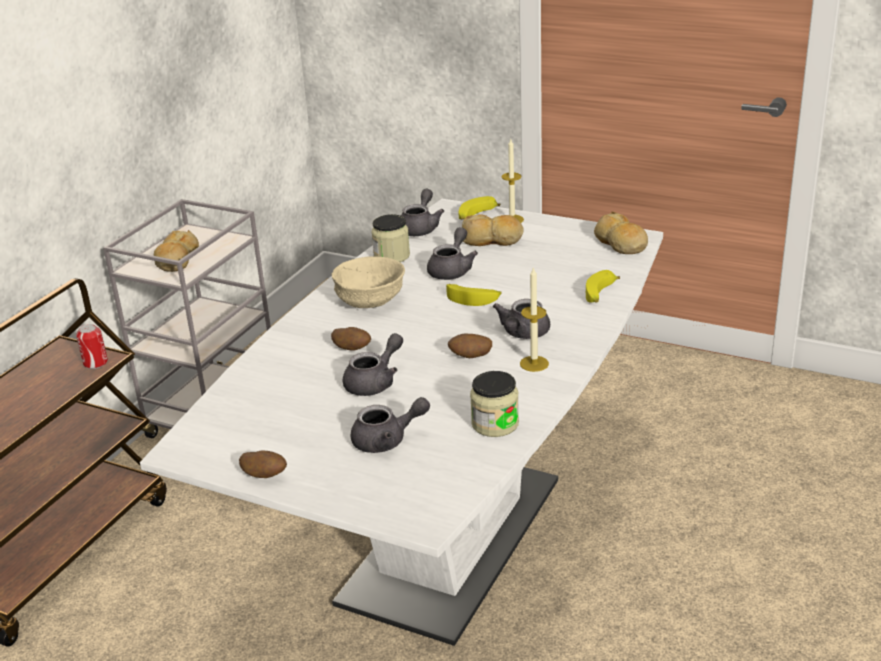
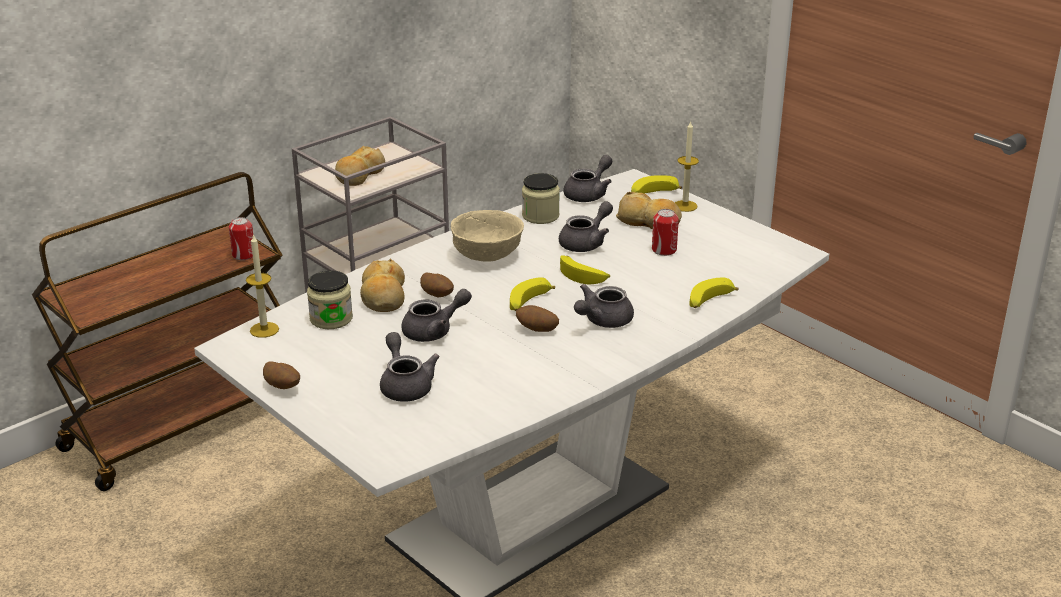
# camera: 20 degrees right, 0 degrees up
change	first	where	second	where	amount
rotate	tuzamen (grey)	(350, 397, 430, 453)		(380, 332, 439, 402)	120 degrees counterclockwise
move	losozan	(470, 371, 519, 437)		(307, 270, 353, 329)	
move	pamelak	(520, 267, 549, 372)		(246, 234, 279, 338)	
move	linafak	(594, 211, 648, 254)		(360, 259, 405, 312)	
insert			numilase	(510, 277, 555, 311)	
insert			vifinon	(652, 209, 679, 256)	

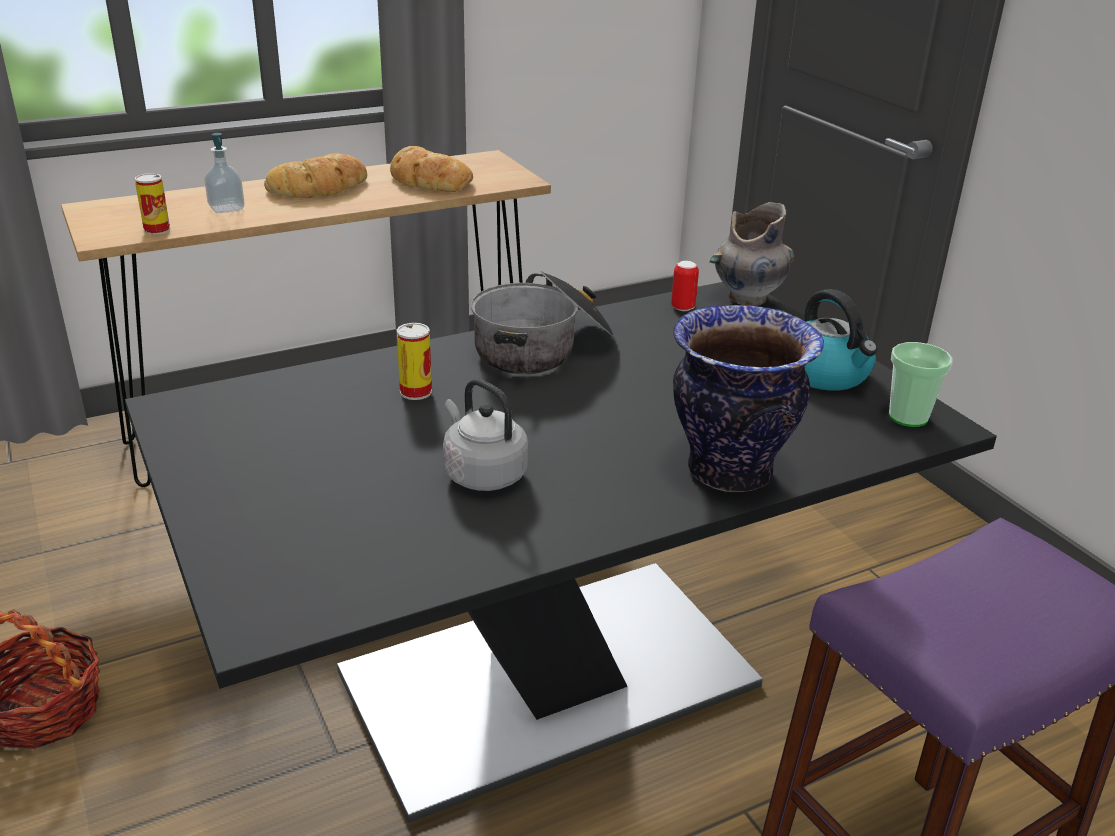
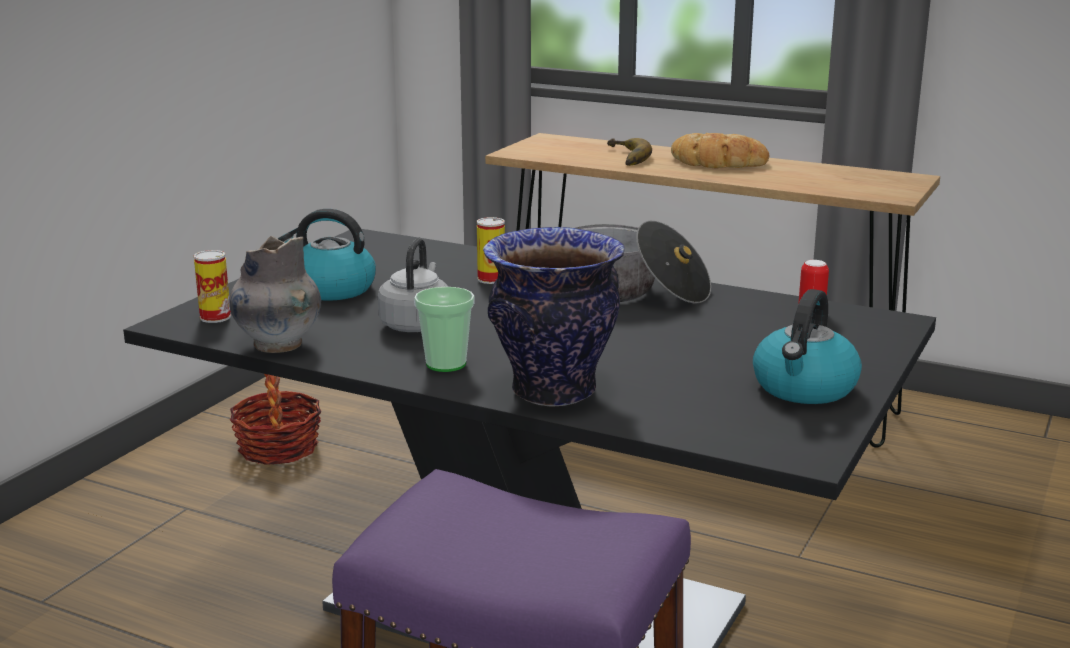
# camera: 55 degrees right, 10 degrees down
change	first	where	second	where	amount
move	vifinon	(134, 173, 170, 235)		(194, 250, 231, 323)	
replace	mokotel	(204, 133, 245, 213)	numilase	(607, 138, 652, 166)	
delete	linafak	(390, 146, 473, 192)			
move	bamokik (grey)	(708, 202, 794, 306)		(230, 236, 321, 353)	
move	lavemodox	(889, 342, 952, 427)		(414, 287, 475, 372)	
insert			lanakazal	(278, 209, 376, 301)	

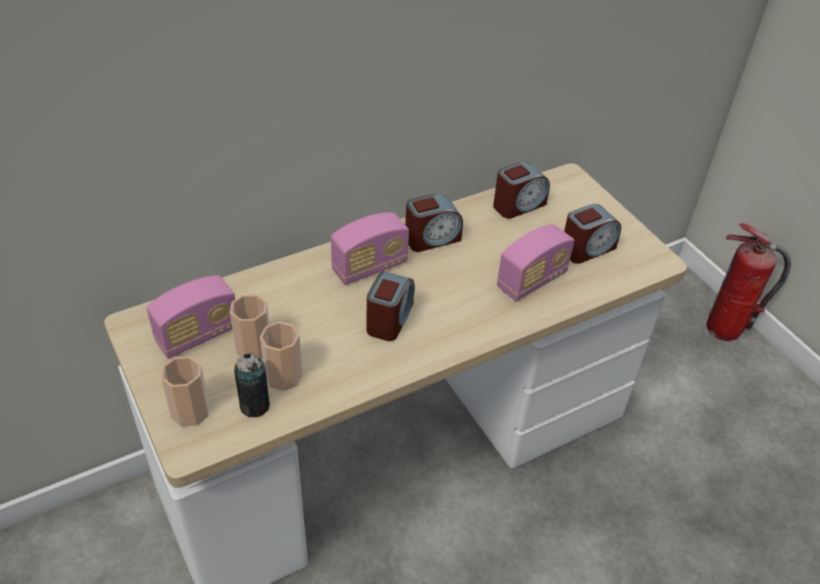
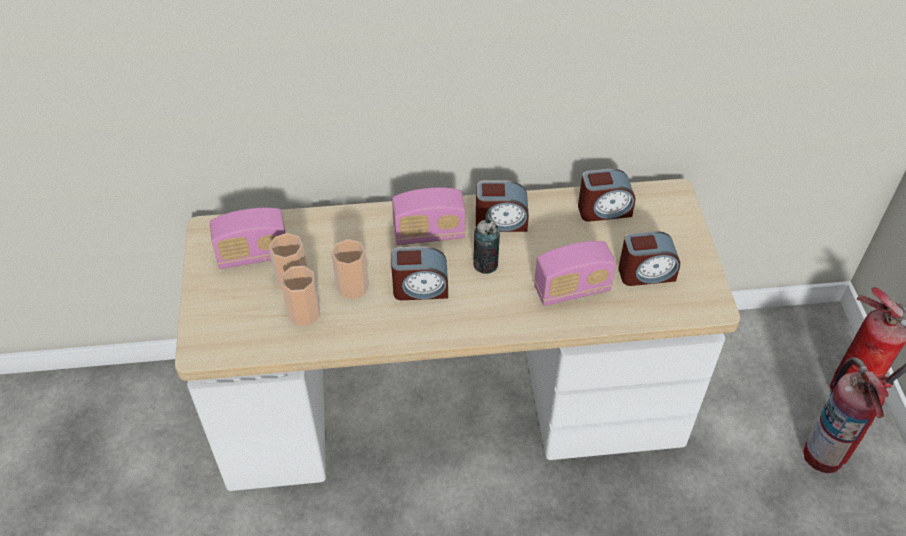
# camera: 25 degrees right, 5 degrees up
change	first	where	second	where	amount
move	lavemodox	(161, 356, 209, 427)		(331, 239, 369, 300)	
move	vifinon	(234, 353, 270, 417)		(473, 219, 500, 274)	
rotate	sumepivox	(367, 271, 415, 341)		(391, 246, 448, 300)	45 degrees clockwise
insert			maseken	(803, 357, 889, 473)	

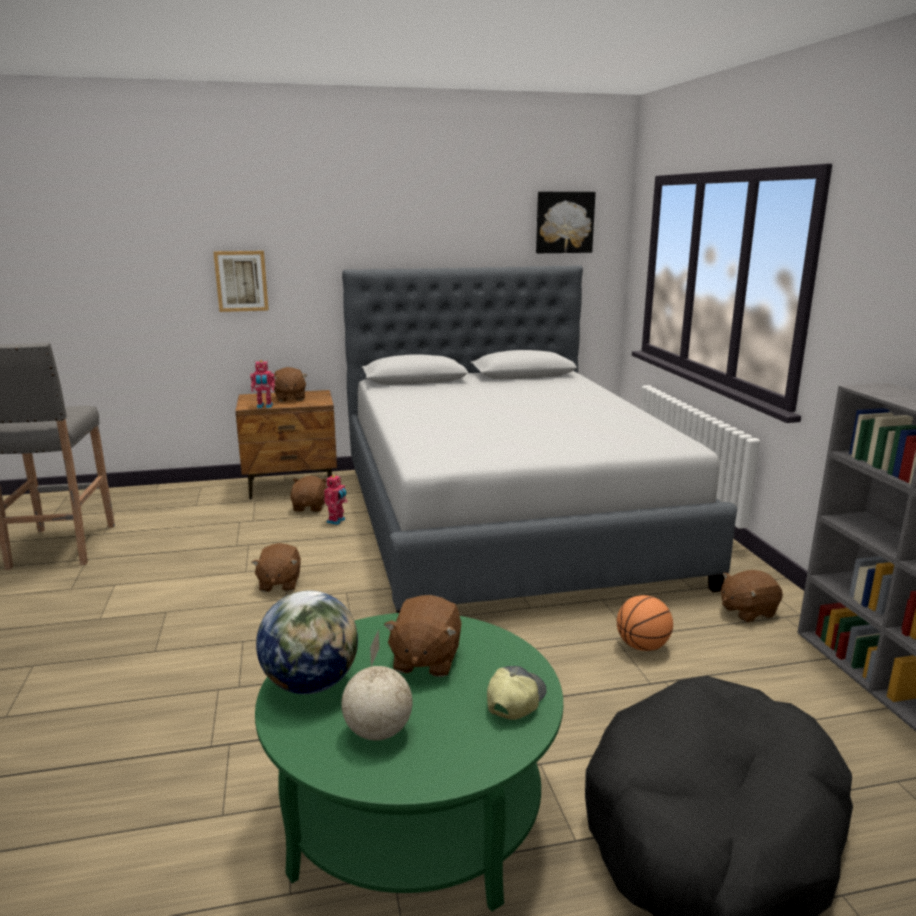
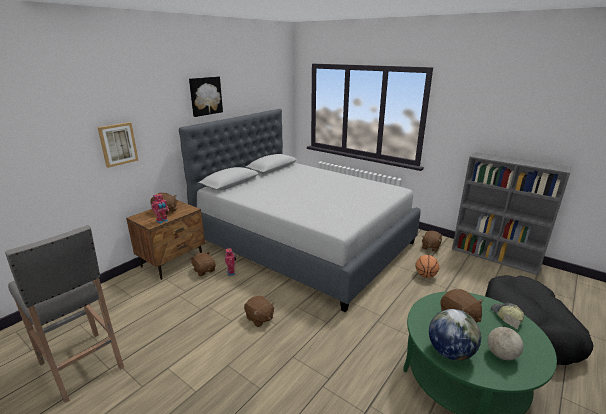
# camera: 40 degrees left, 5 degrees up
change	first	where	second	where	amount
move	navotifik	(536, 192, 596, 253)		(189, 76, 223, 117)	

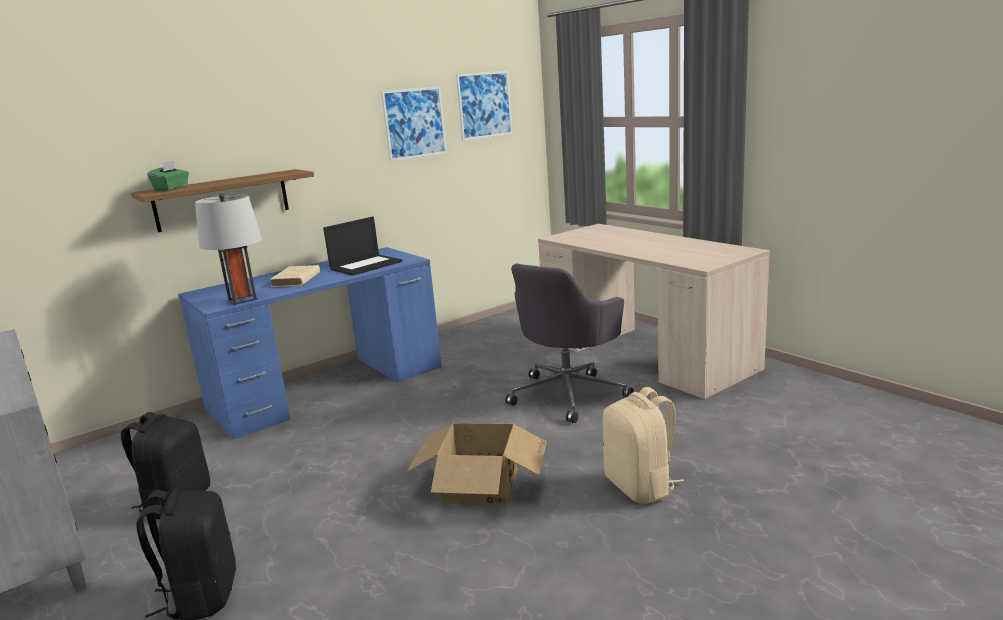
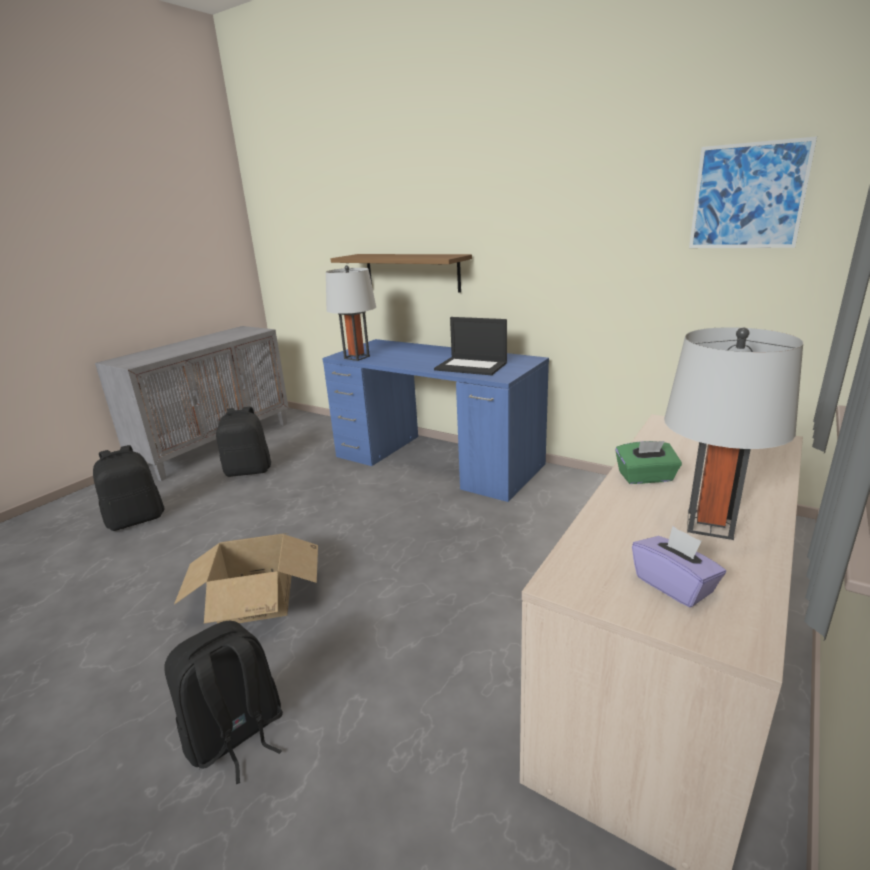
# camera: 70 degrees right, 5 degrees up
change	first	where	second	where	amount
move	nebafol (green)	(147, 160, 189, 191)		(615, 441, 682, 484)	
delete	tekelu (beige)	(269, 265, 320, 287)			
delete	navotifik	(381, 86, 447, 161)			
delete	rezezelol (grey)	(505, 264, 634, 423)			
recolor	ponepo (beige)	(603, 387, 684, 504)	ponepo (black)	(164, 621, 283, 784)	
insert			nebafol (purple)	(632, 526, 726, 608)	
insert			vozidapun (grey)	(664, 327, 803, 540)	

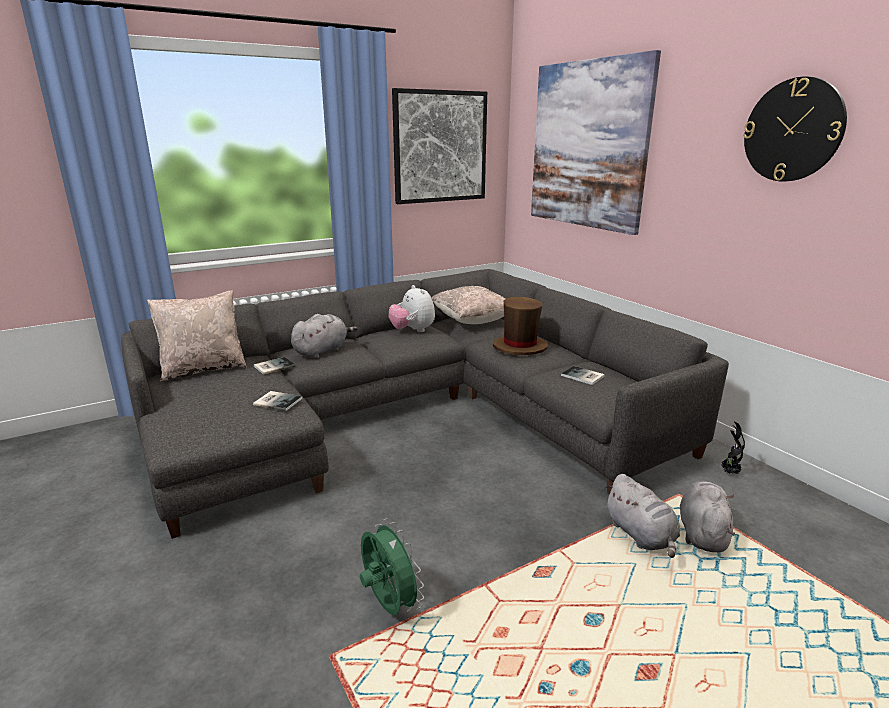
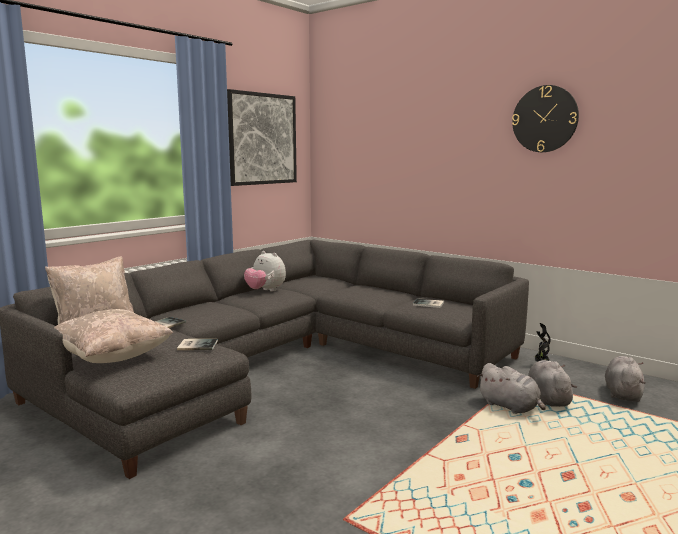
# camera: 20 degrees left, 10 degrees down
change	first	where	second	where	amount
move	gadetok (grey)	(291, 314, 357, 358)		(605, 356, 645, 402)	
delete	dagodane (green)	(360, 518, 424, 615)			
move	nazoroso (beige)	(431, 286, 506, 324)		(54, 309, 173, 363)	
delete	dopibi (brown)	(493, 297, 548, 355)			
delete	navotifik	(531, 50, 661, 235)			

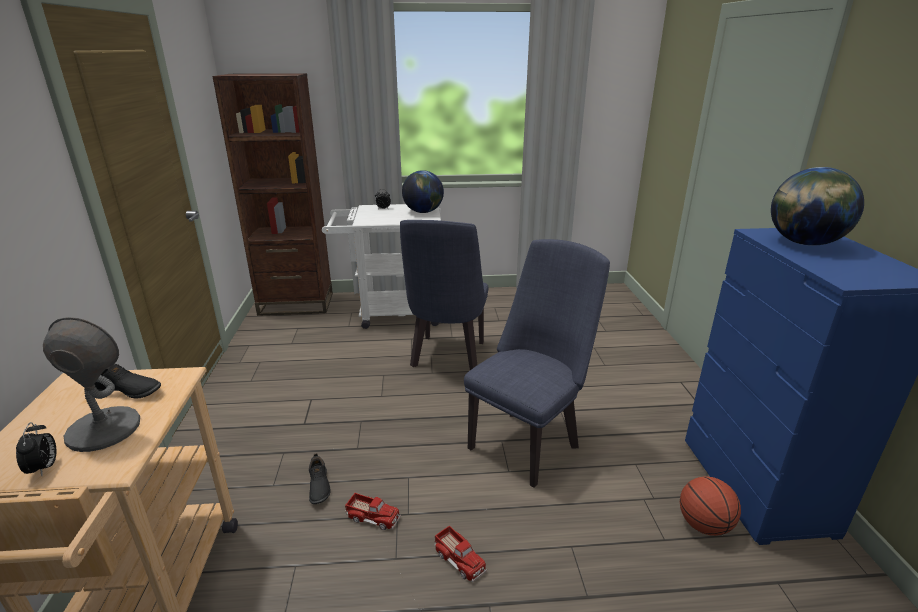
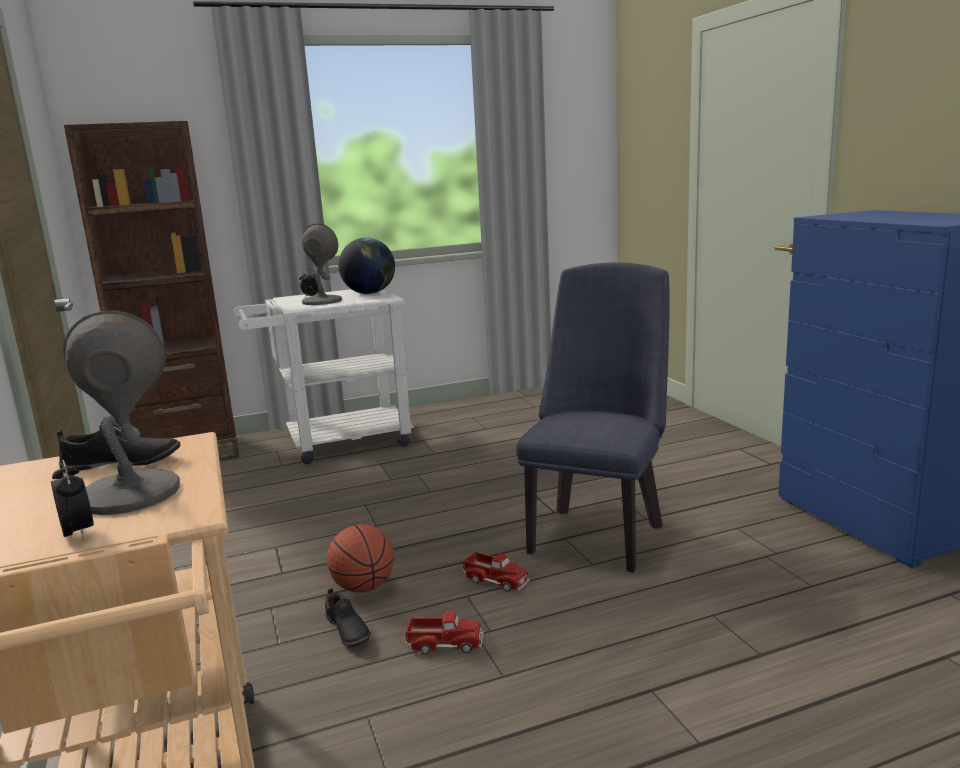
# camera: 15 degrees left, 10 degrees down
change	first	where	second	where	amount
delete	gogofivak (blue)	(400, 220, 488, 370)			
move	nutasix	(434, 525, 487, 582)		(463, 552, 530, 592)	
move	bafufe	(680, 476, 741, 536)		(327, 524, 394, 593)	
delete	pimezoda	(771, 167, 864, 246)			
insert			vozidapun (grey)	(302, 223, 342, 305)	

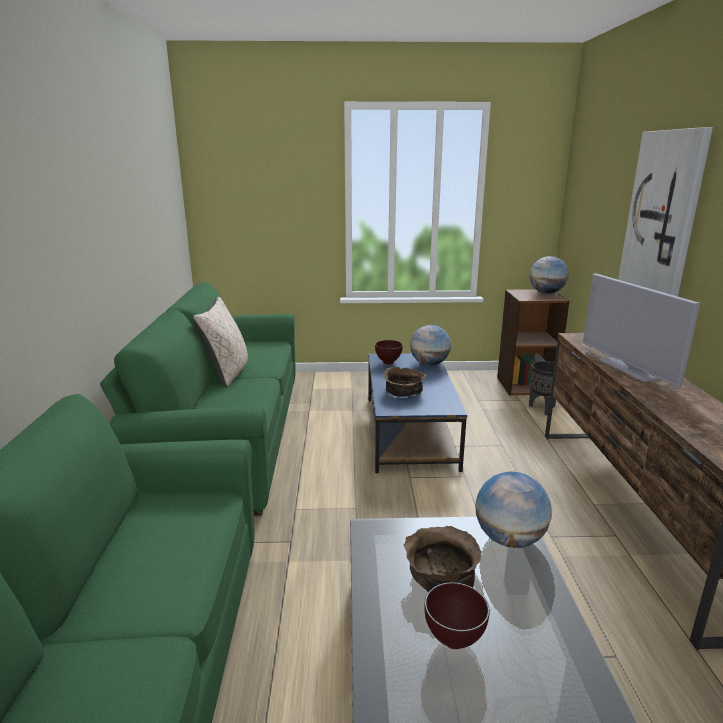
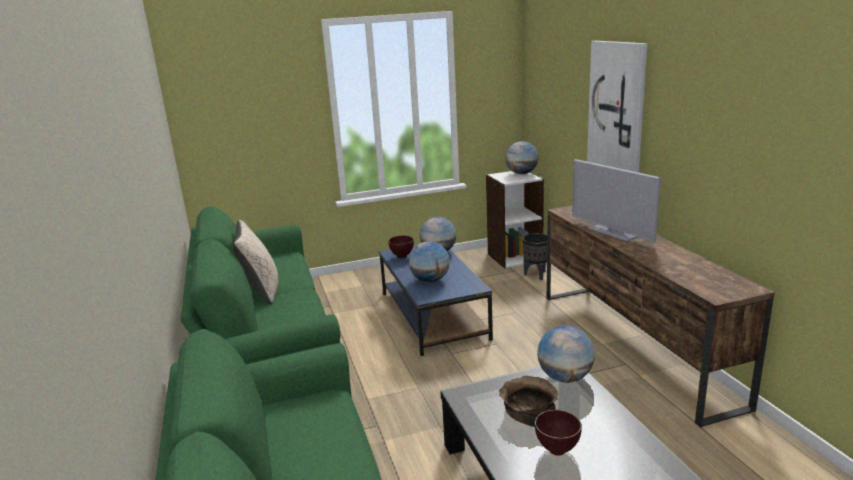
# camera: 15 degrees left, 0 degrees up
change	first	where	second	where	amount
replace	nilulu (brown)	(383, 367, 428, 397)	pimezoda	(409, 241, 450, 282)	
recolor	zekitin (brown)	(497, 289, 569, 395)	zekitin (white)	(486, 171, 544, 268)	

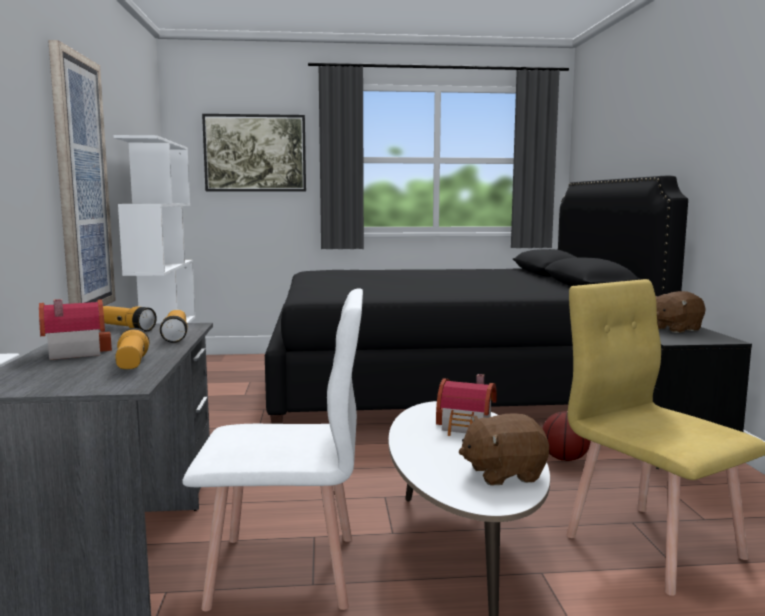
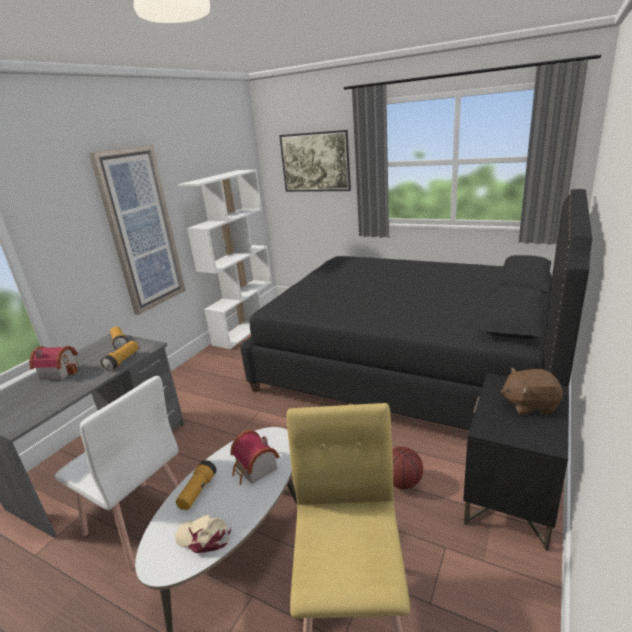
# camera: 35 degrees right, 15 degrees up
change	first	where	second	where	amount
move	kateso	(115, 328, 150, 369)		(176, 460, 217, 510)	
replace	gadetok (brown)	(459, 413, 549, 486)	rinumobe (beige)	(175, 515, 231, 553)	

